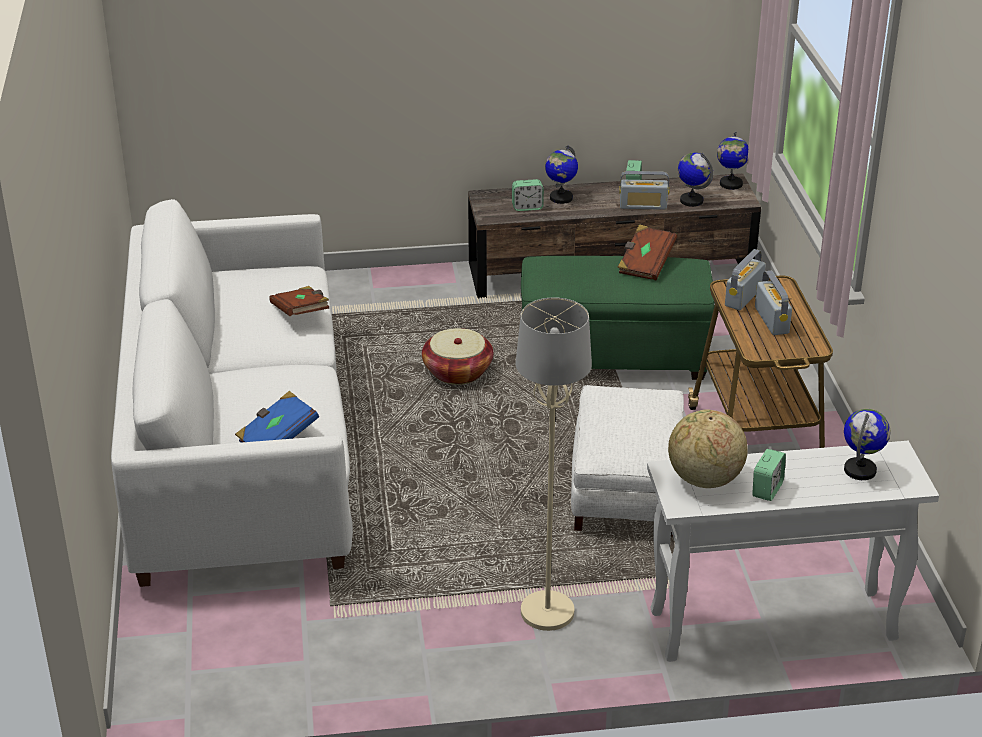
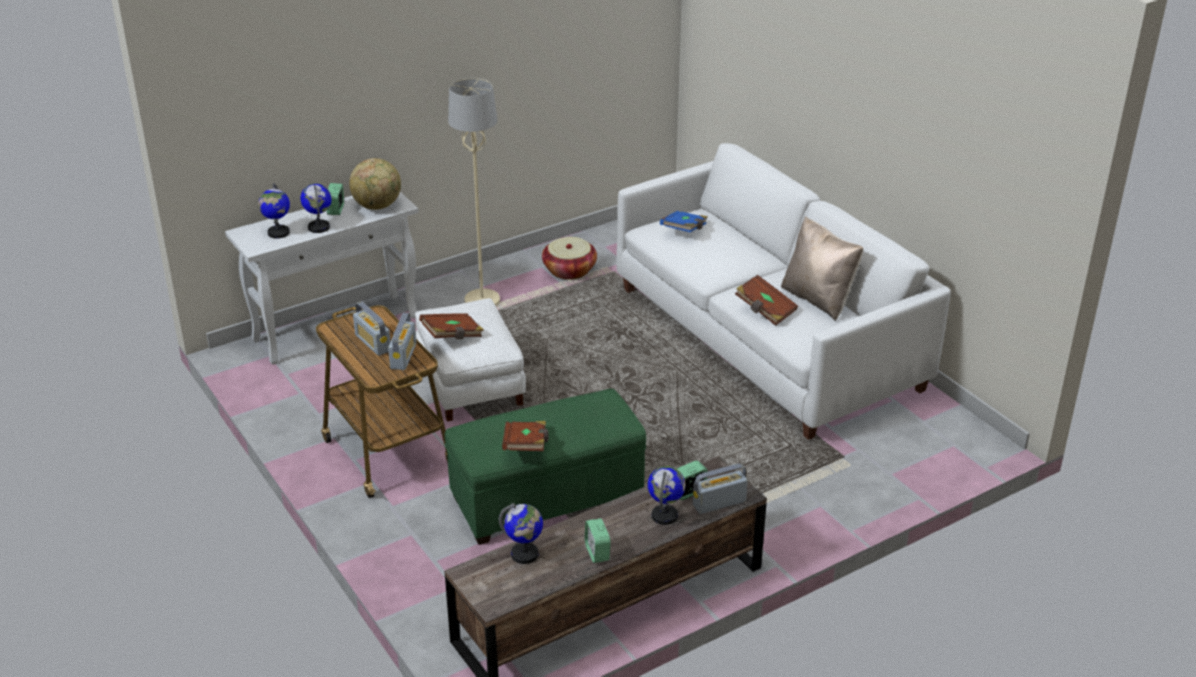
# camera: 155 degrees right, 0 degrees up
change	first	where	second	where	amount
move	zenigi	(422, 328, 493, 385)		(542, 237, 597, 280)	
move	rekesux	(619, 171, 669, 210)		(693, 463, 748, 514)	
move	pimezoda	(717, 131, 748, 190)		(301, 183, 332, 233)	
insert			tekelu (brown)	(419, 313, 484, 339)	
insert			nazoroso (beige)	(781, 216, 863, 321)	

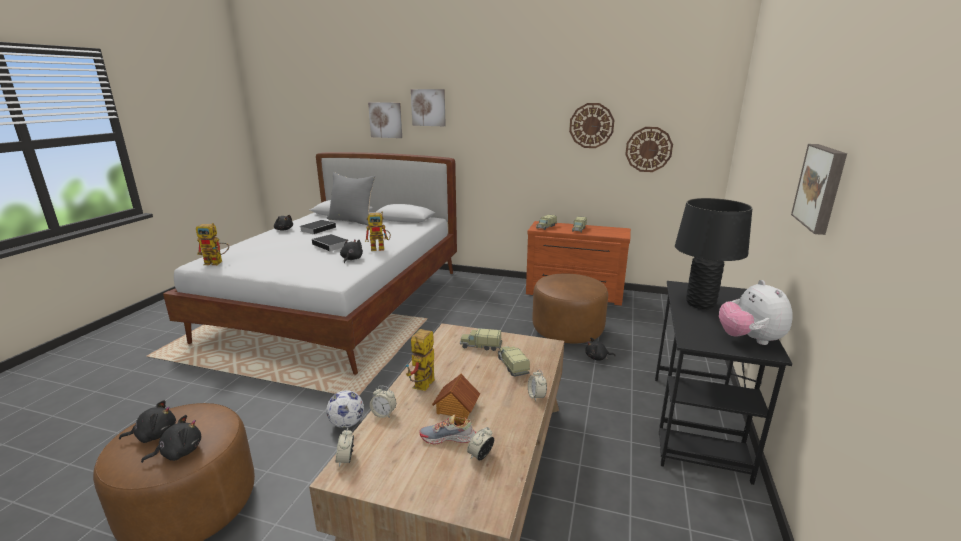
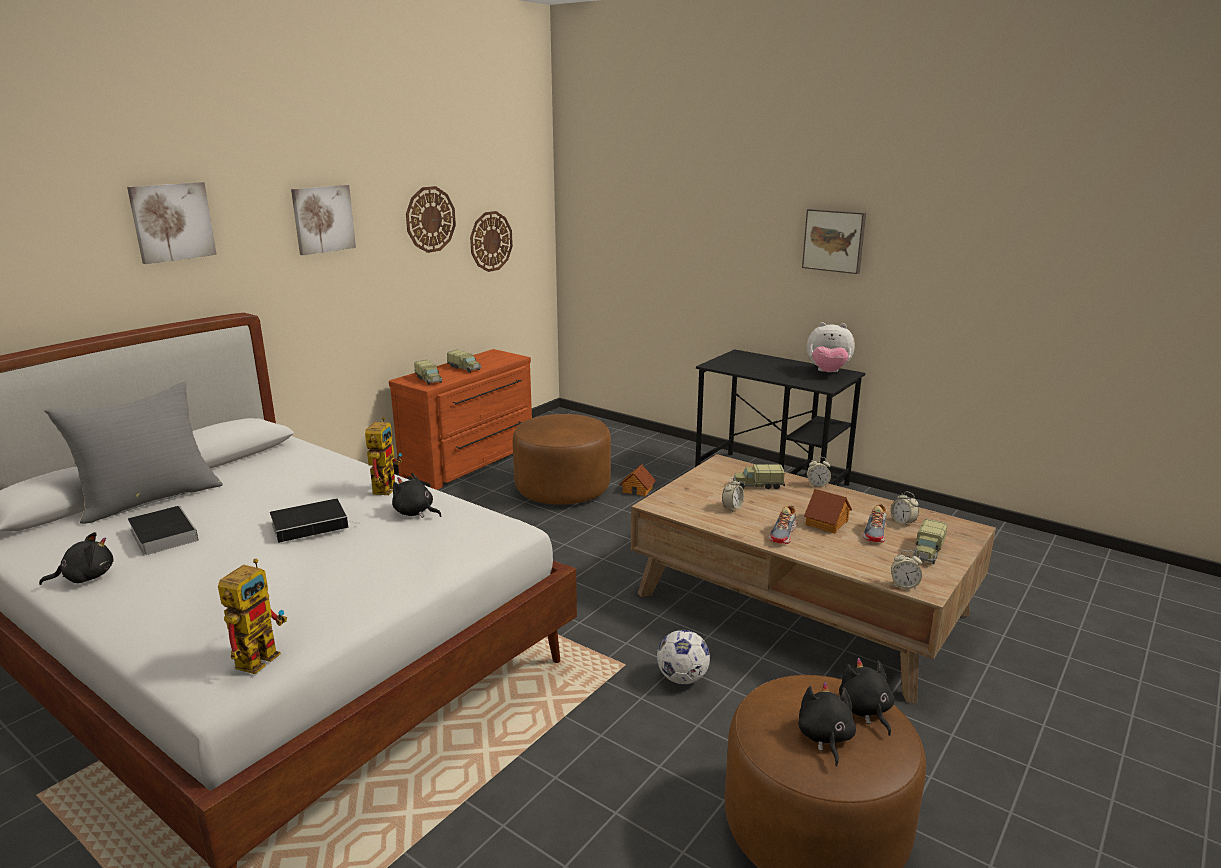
# camera: 70 degrees left, 0 degrees up
change	first	where	second	where	amount
move	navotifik	(368, 102, 402, 138)		(291, 185, 356, 255)	
move	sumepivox	(370, 386, 396, 418)		(722, 477, 744, 512)	
replace	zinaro	(406, 329, 435, 391)	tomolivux	(769, 505, 797, 544)	
move	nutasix	(460, 328, 502, 351)		(913, 519, 947, 564)	
replace	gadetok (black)	(585, 337, 616, 361)	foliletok	(619, 464, 656, 497)	
delete	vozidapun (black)	(675, 198, 752, 309)			

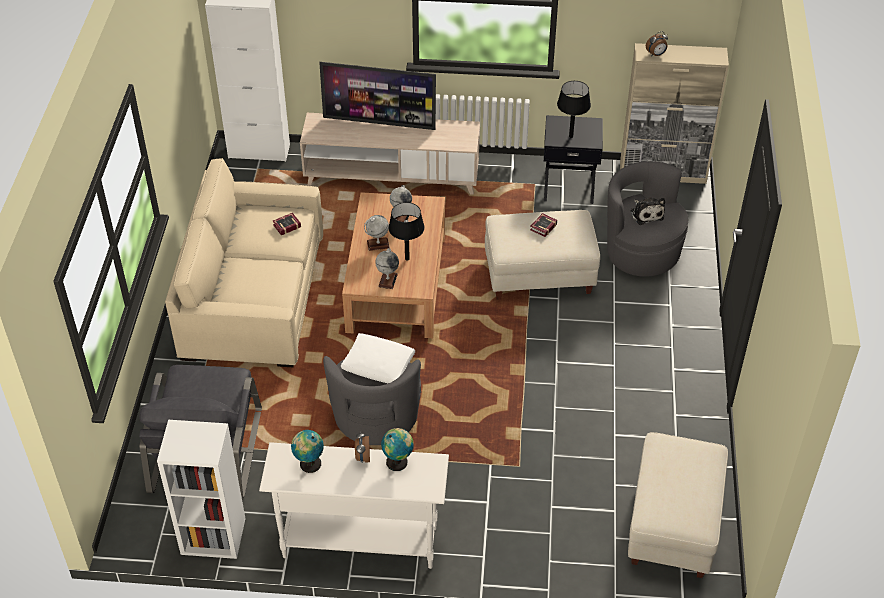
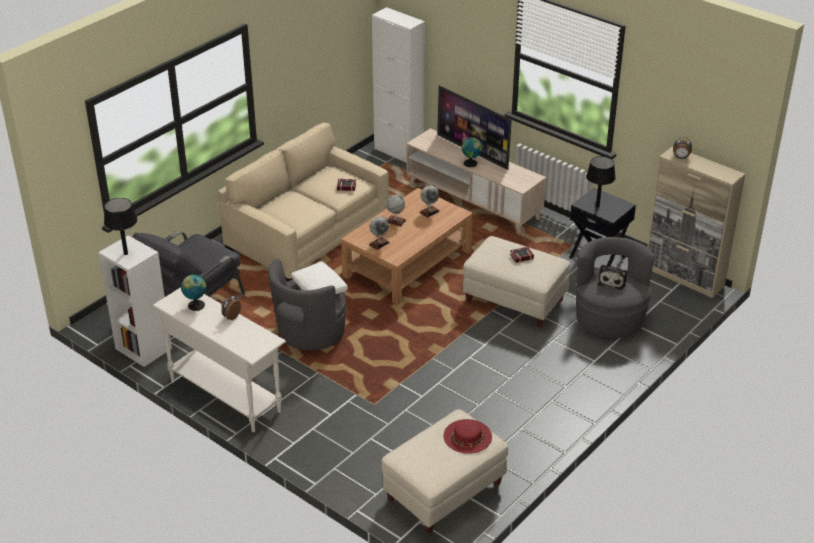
# camera: 35 degrees right, 10 degrees down
change	first	where	second	where	amount
move	pimezoda	(381, 428, 414, 471)		(462, 137, 482, 167)	
move	vozidapun (black)	(388, 202, 425, 261)		(104, 198, 137, 255)	
insert			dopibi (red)	(443, 419, 492, 454)	

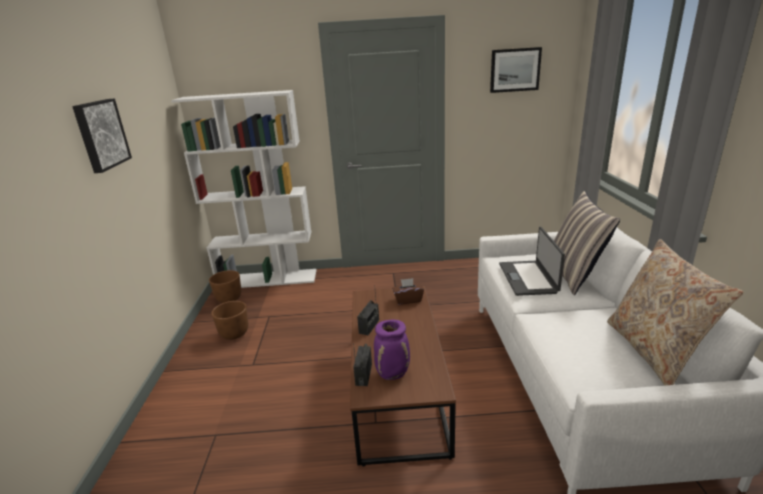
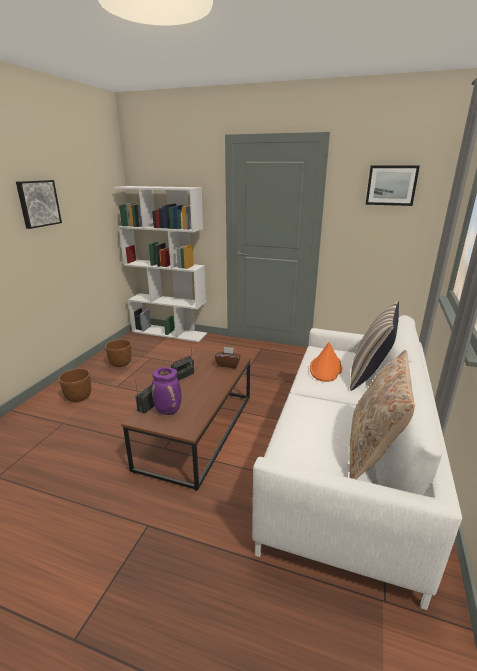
# camera: 20 degrees right, 0 degrees up
change	first	where	second	where	amount
move	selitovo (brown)	(209, 270, 241, 303)		(59, 368, 91, 402)	
replace	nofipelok	(499, 227, 565, 296)	dopibi (orange)	(310, 342, 343, 382)	

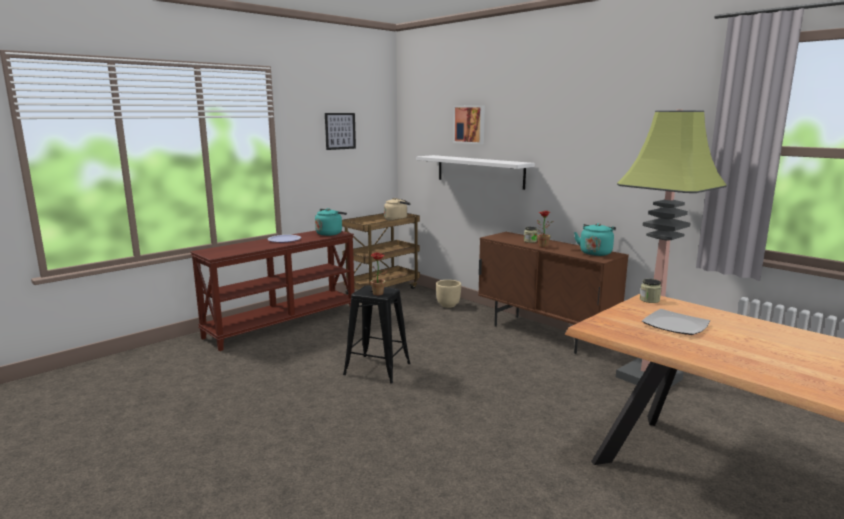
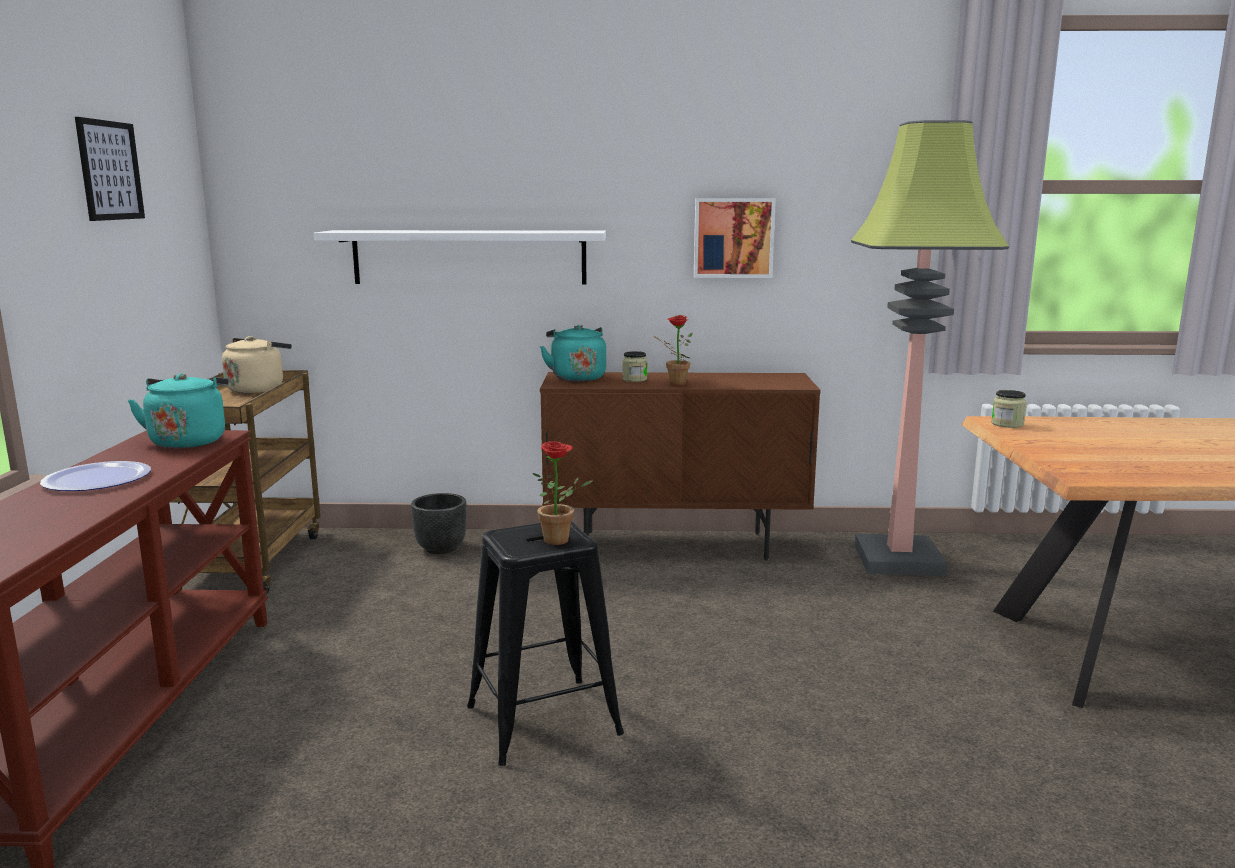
# camera: 45 degrees left, 0 degrees up
change	first	where	second	where	amount
recolor	selitovo (beige)	(436, 280, 461, 308)	selitovo (black)	(411, 493, 467, 554)	
move	navotifik	(453, 105, 485, 144)		(694, 198, 776, 278)	
move	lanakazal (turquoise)	(574, 223, 616, 256)		(540, 325, 606, 381)	
delete	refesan	(642, 309, 710, 335)			

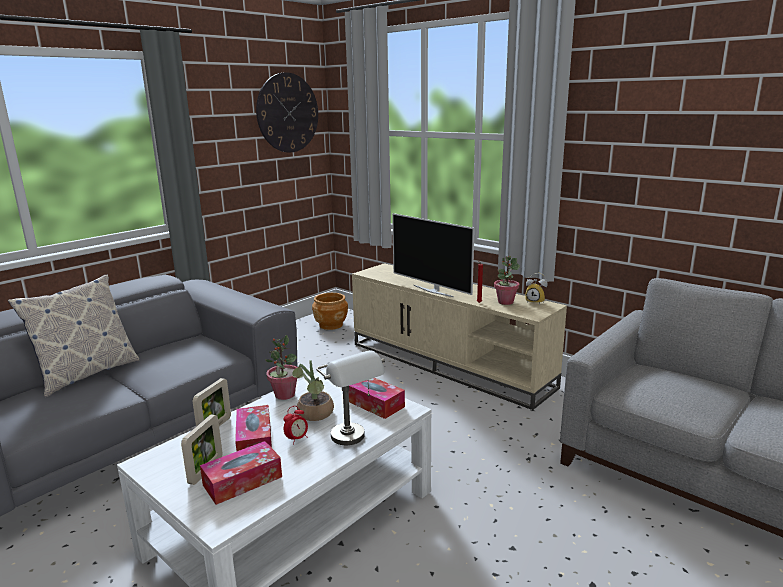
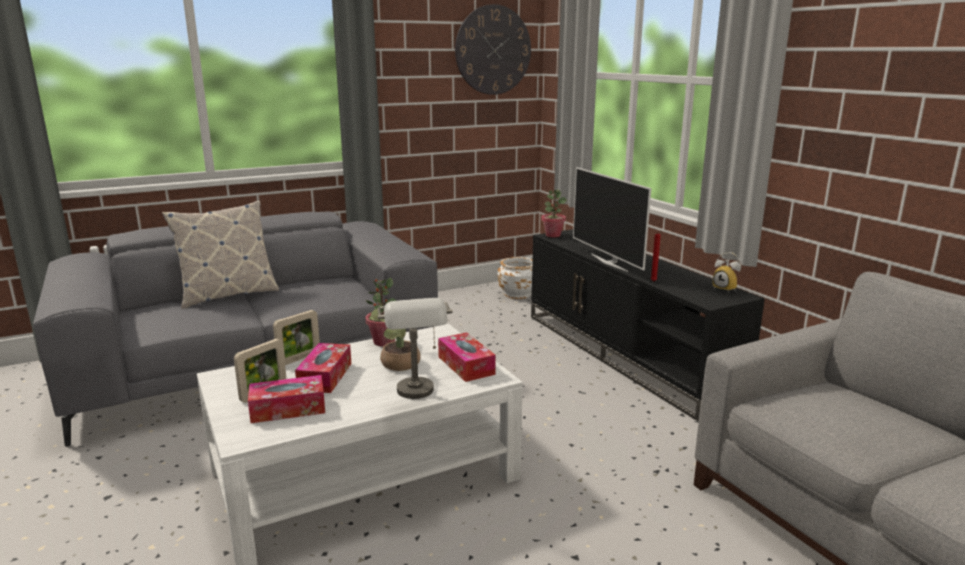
# camera: 20 degrees right, 0 degrees up
change	first	where	second	where	amount
delete	sumepivox	(283, 406, 308, 444)			
recolor	selitovo (brown)	(312, 293, 348, 330)	selitovo (white)	(498, 257, 533, 299)	
recolor	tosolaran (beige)	(352, 263, 567, 410)	tosolaran (black)	(531, 229, 765, 421)	
move	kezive	(494, 256, 520, 305)		(541, 190, 567, 237)	

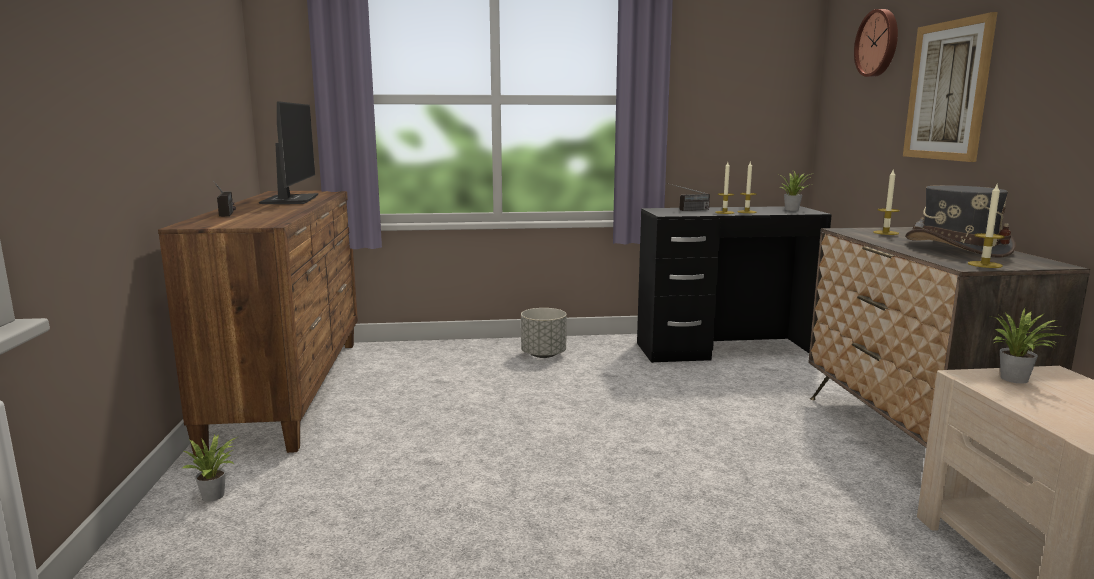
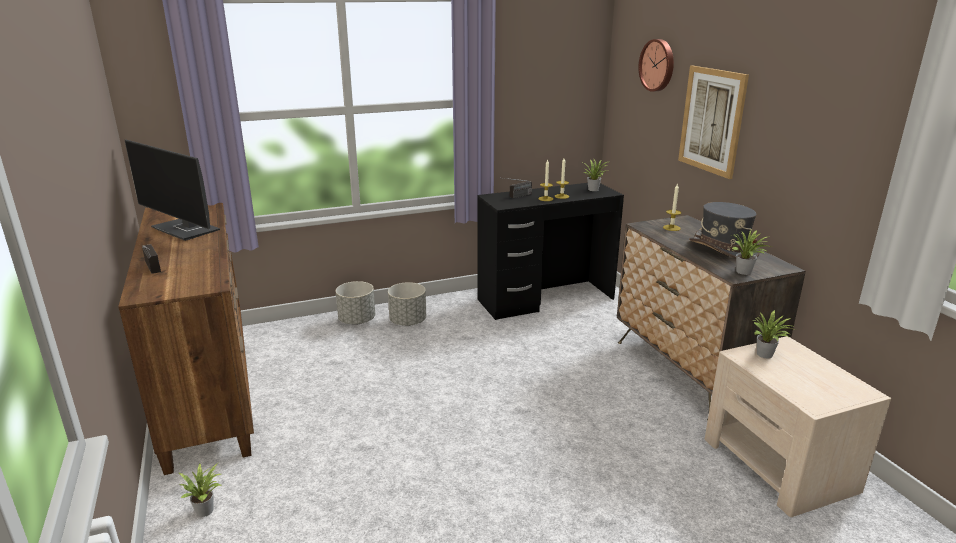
# camera: 15 degrees left, 10 degrees up
change	first	where	second	where	amount
rotate	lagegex	(259, 101, 318, 204)		(125, 140, 220, 241)	150 degrees clockwise
replace	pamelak	(967, 184, 1005, 268)	kezive	(732, 230, 771, 275)	
insert			selitovo (grey)	(336, 281, 375, 325)	

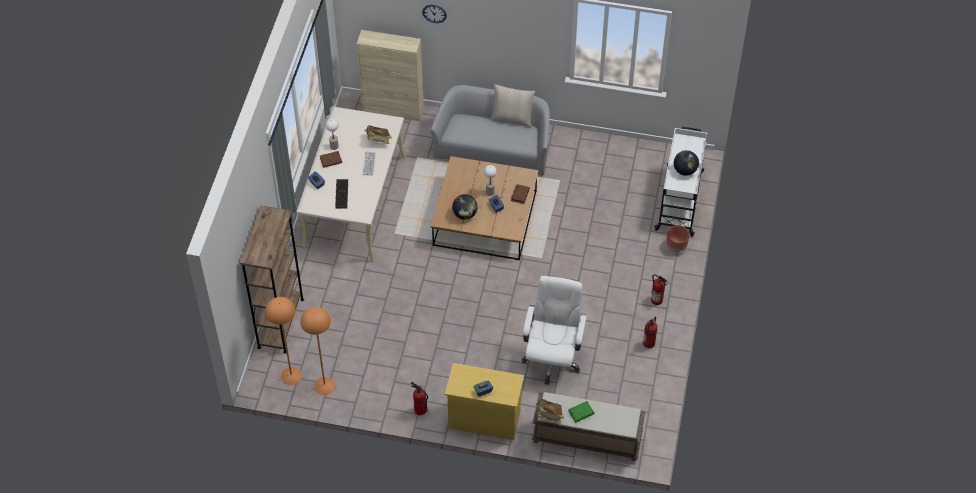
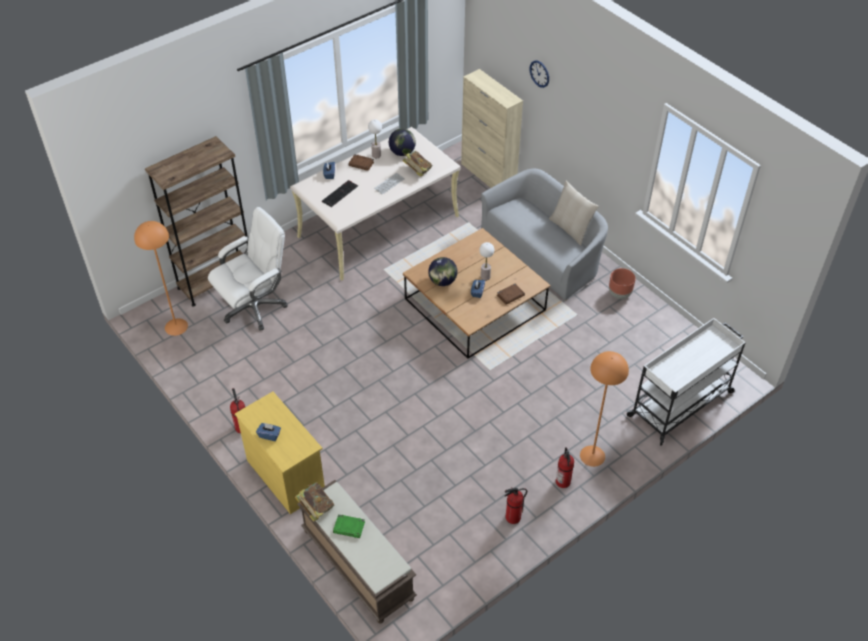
# camera: 40 degrees right, 5 degrees down
change	first	where	second	where	amount
move	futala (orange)	(300, 307, 335, 395)		(580, 351, 629, 467)	
move	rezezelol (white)	(522, 276, 587, 385)		(208, 207, 288, 331)	
move	selitovo (brown)	(666, 225, 690, 252)		(609, 268, 636, 299)	
move	pimezoda	(674, 150, 699, 176)		(389, 129, 416, 156)	

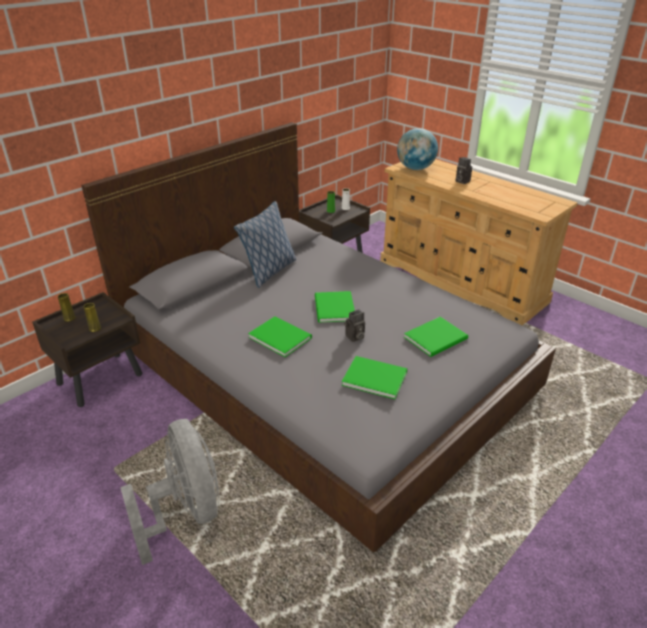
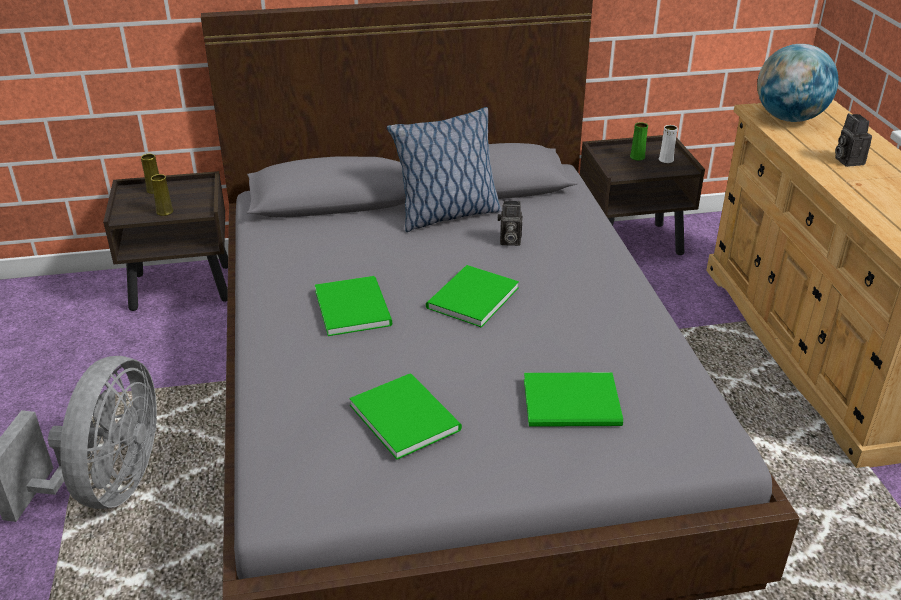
# camera: 35 degrees right, 0 degrees up
change	first	where	second	where	amount
move	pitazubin	(344, 309, 365, 342)		(498, 201, 523, 246)	

